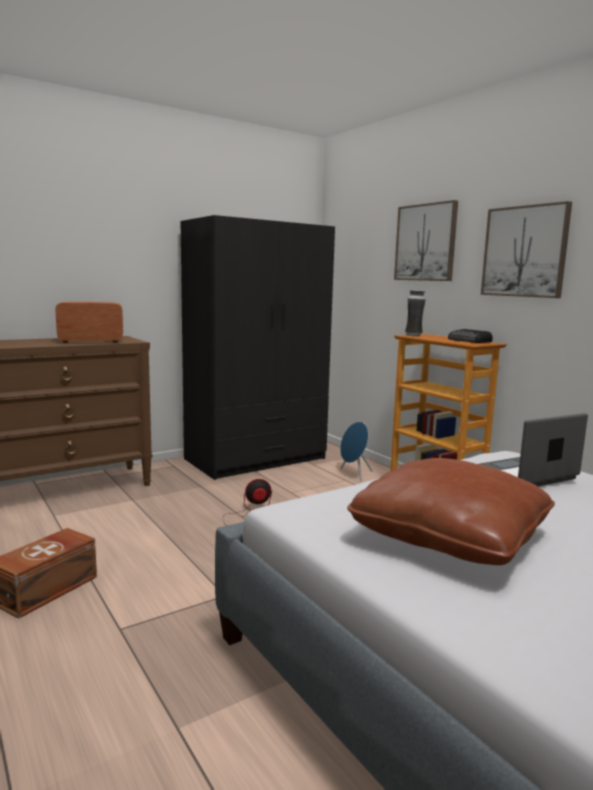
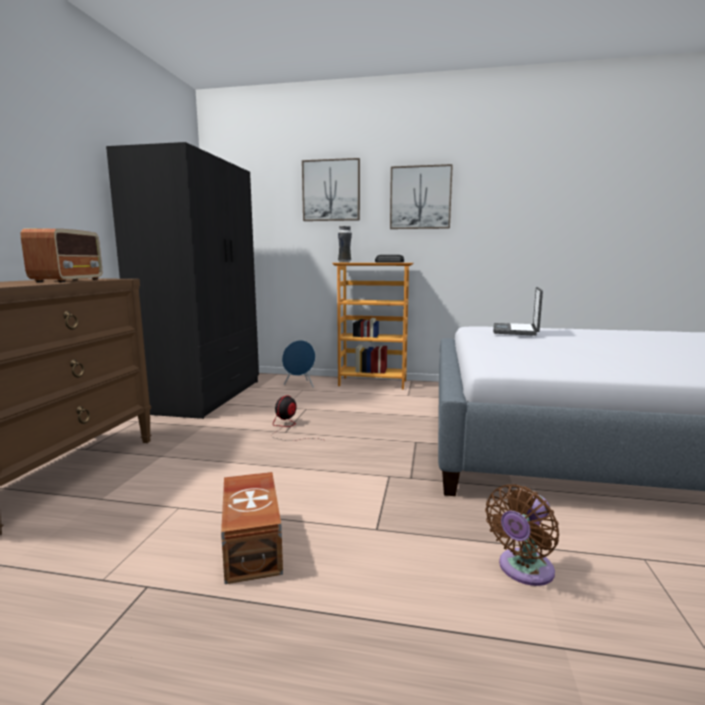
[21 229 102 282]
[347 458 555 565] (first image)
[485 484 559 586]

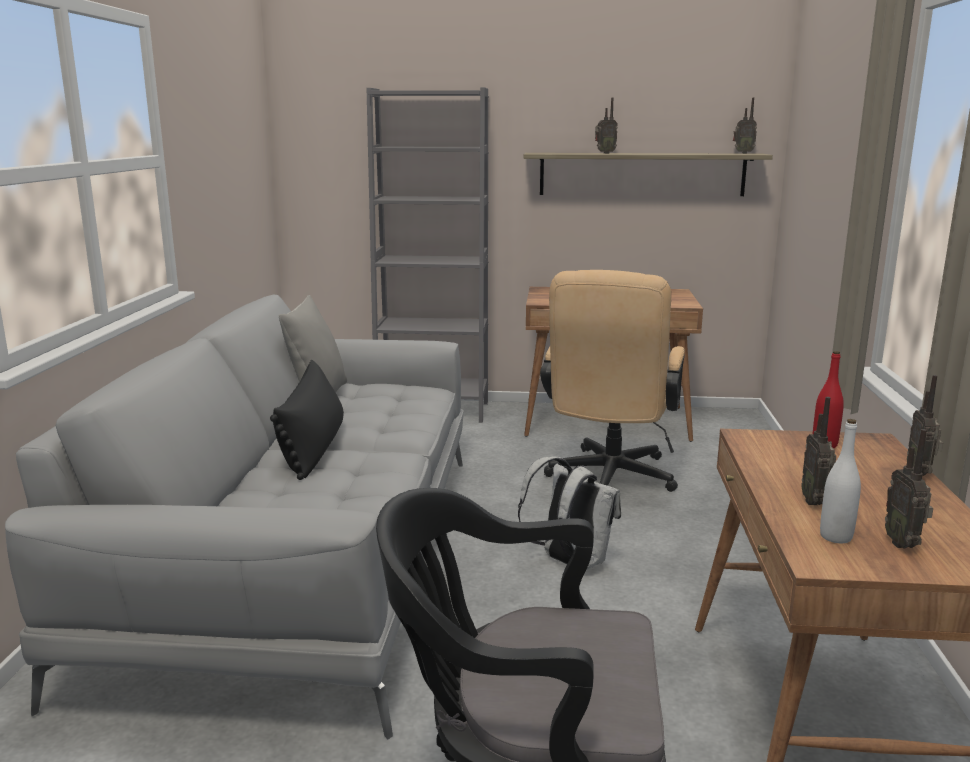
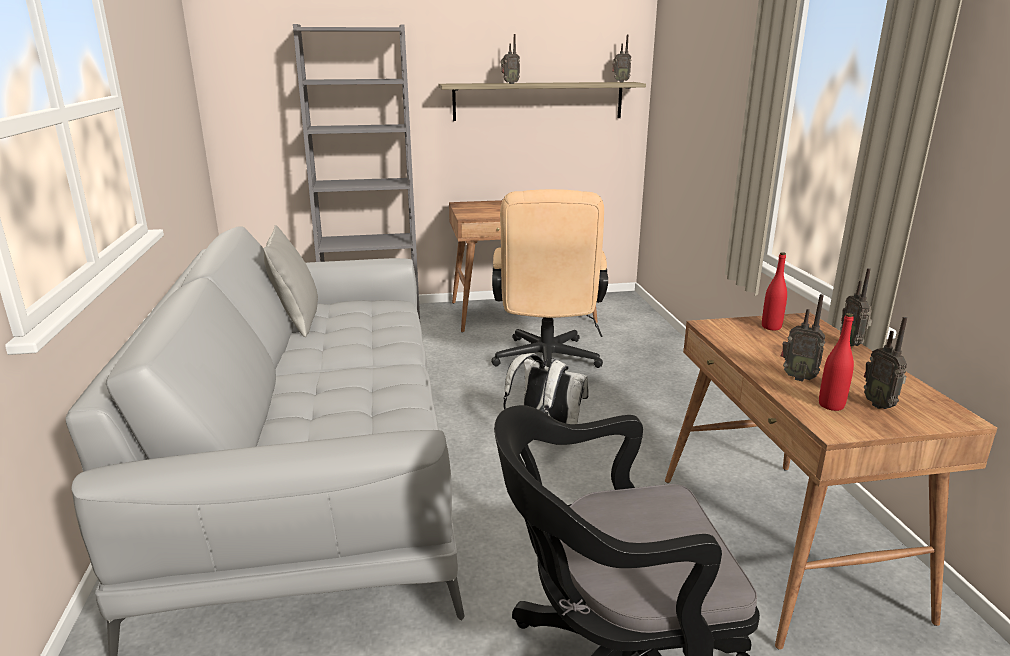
[270 360 344 480] (first image)
[781 294 825 382]
[819 313 854 411]

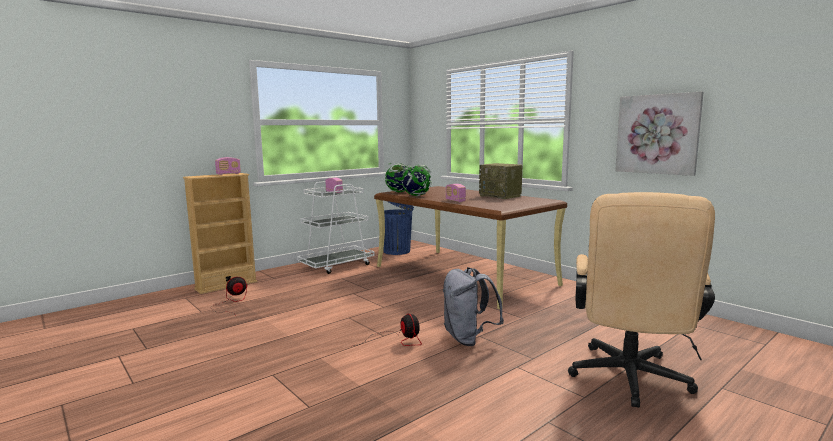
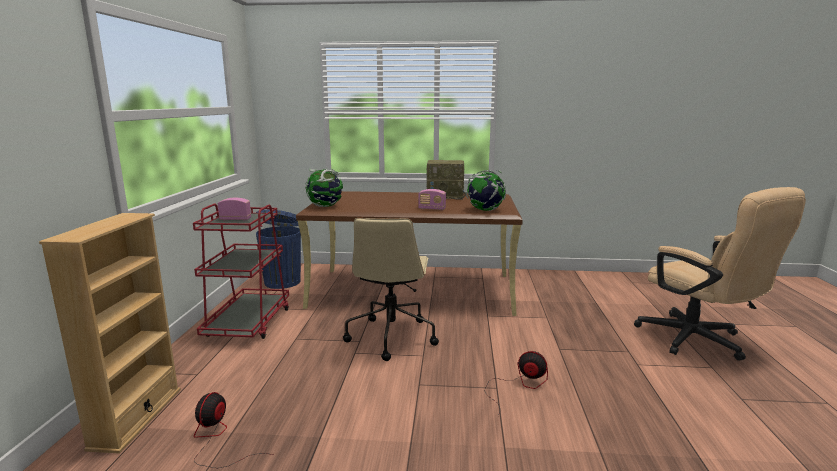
[615 92 704 176] (first image)
[215 157 241 175] (first image)
[465 170 506 211]
[193 203 289 339]
[443 267 504 346] (first image)
[343 218 439 361]

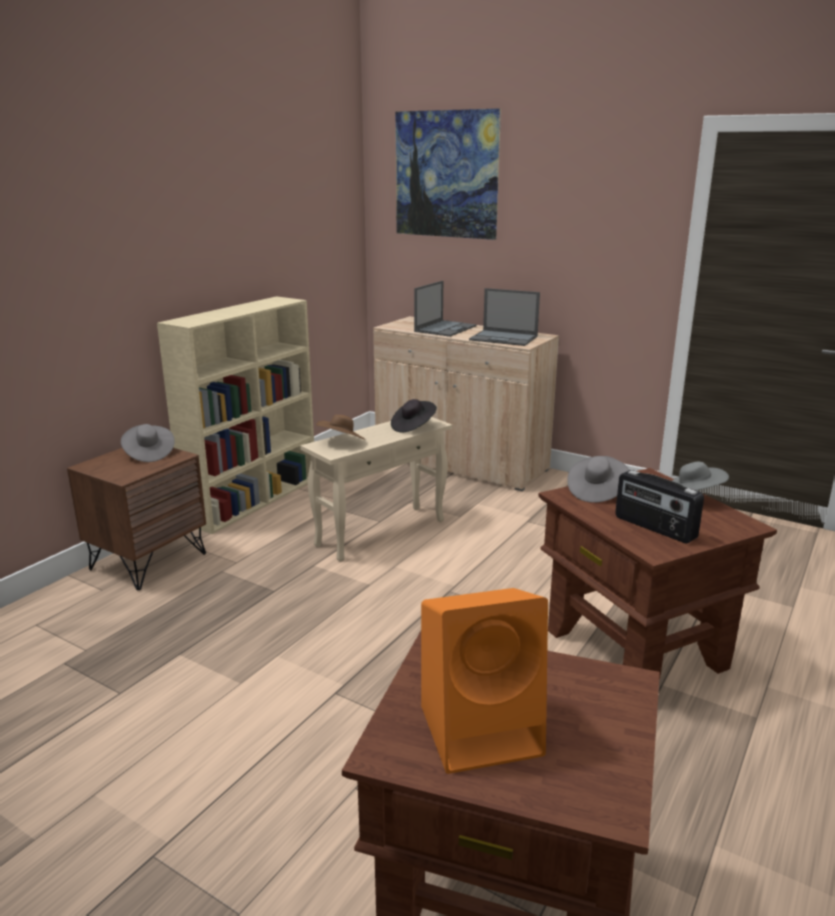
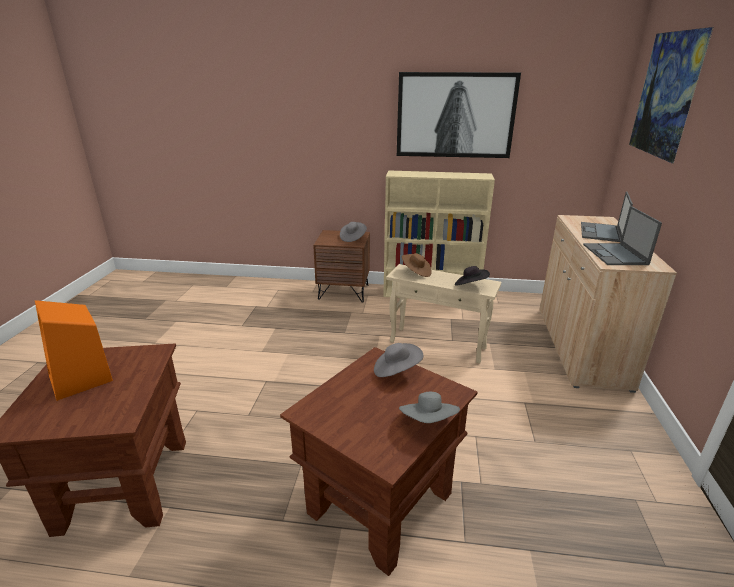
[581 191 633 242]
[615 470 704 544] (first image)
[397 72 521 158]

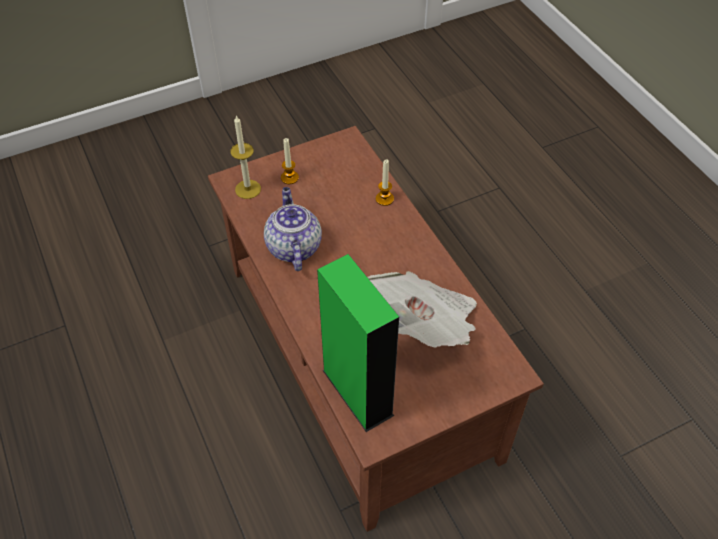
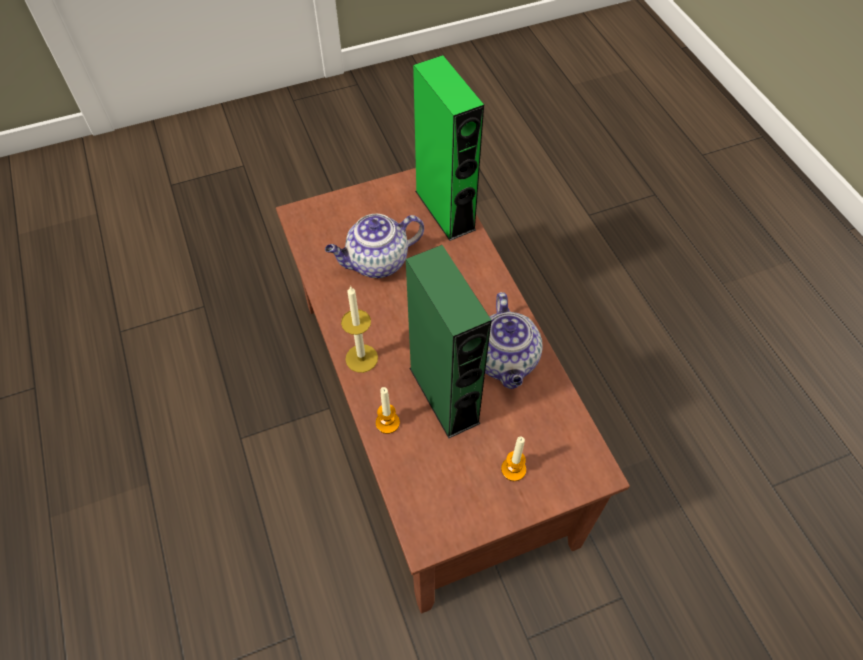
[341 286 378 373]
[325 214 424 278]
[406 245 492 438]

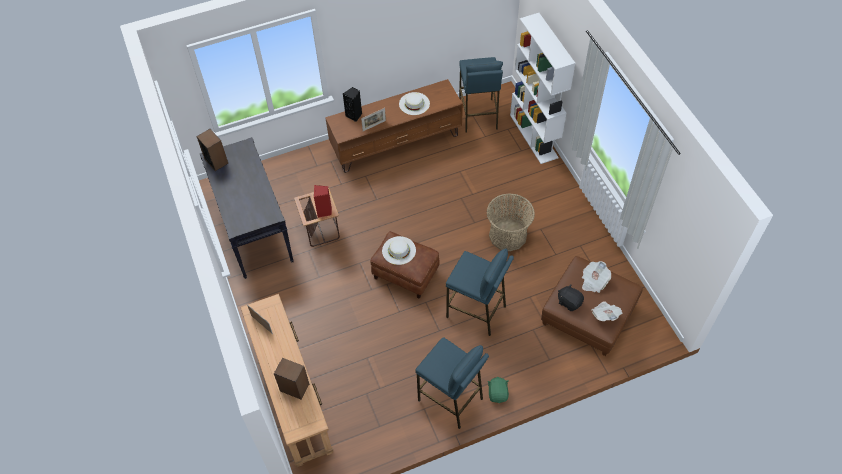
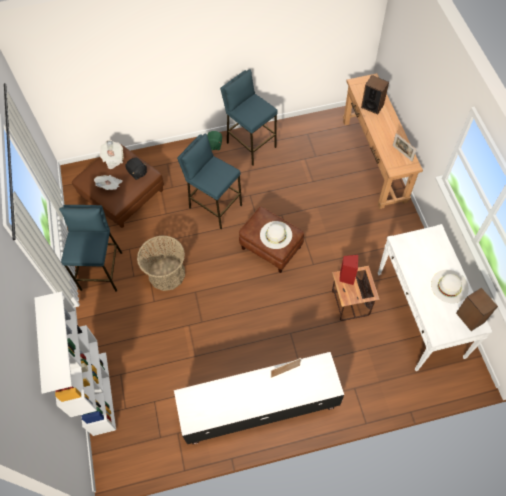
[59 205 122 292]
[174 352 344 444]
[343 87 362 122] (first image)
[431 270 469 303]
[378 224 492 371]

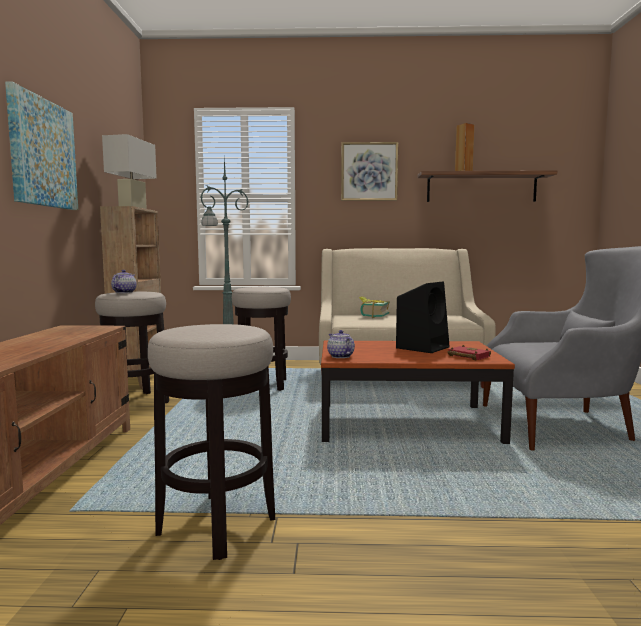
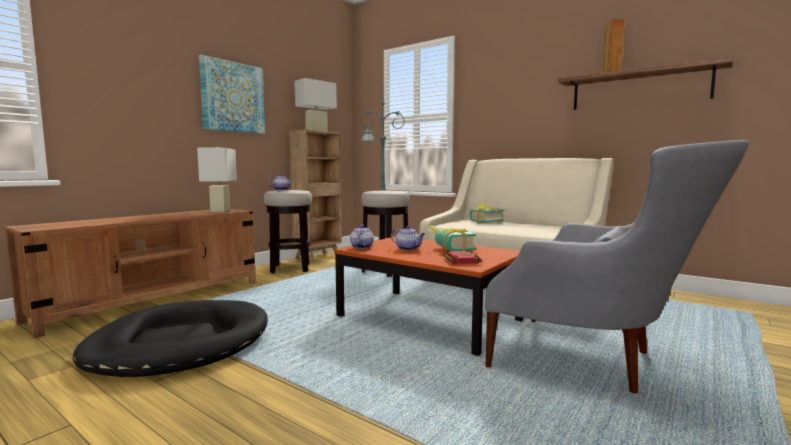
[341 142 398 201] (first image)
[429 225 476 251]
[73 300 268 377]
[197 147 237 212]
[391 226 425 251]

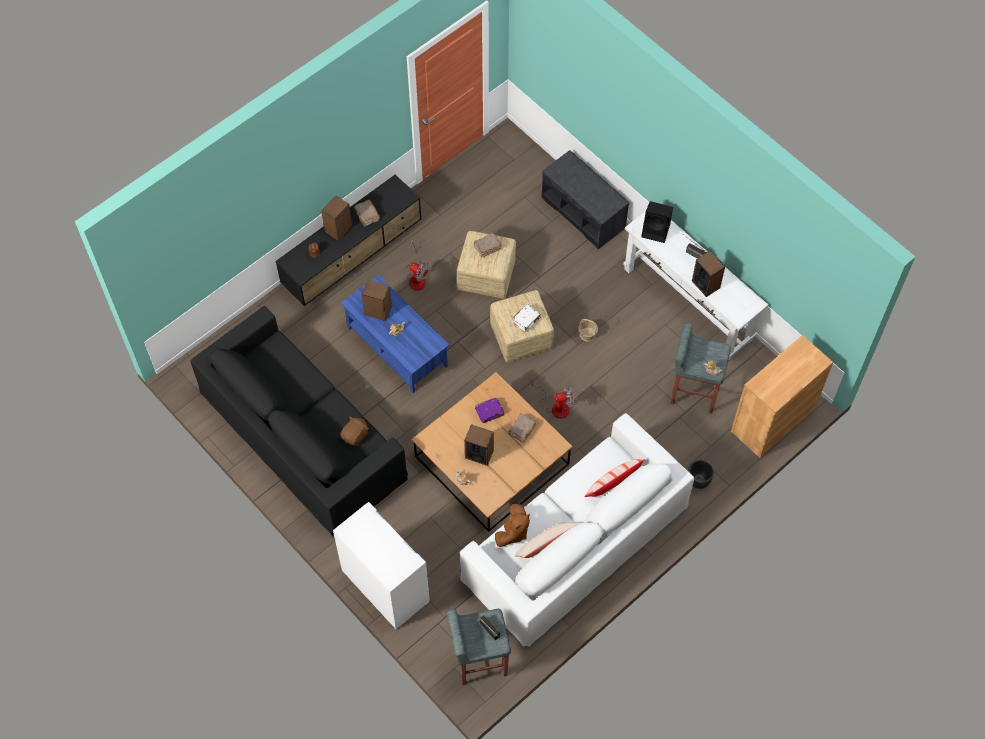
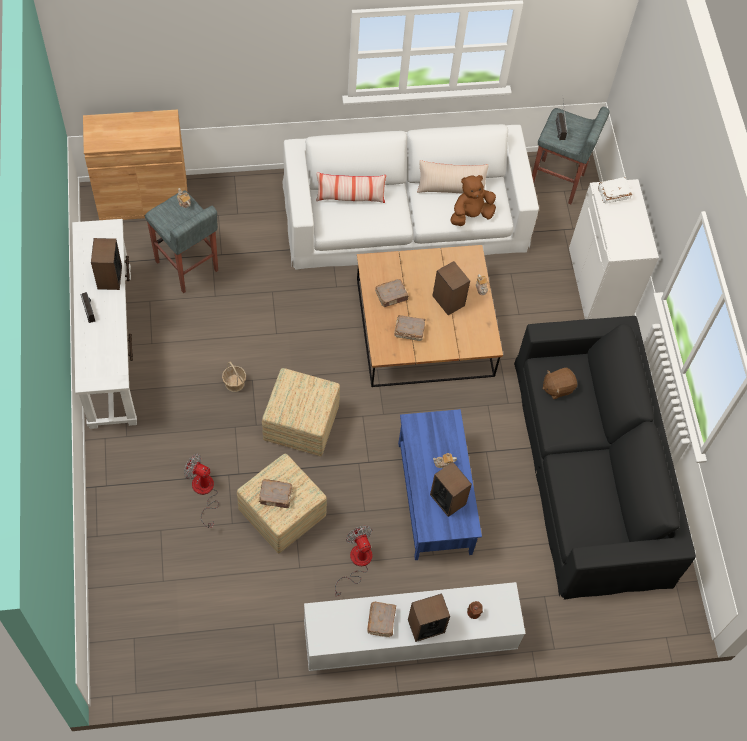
[542 150 629 249] (first image)
[304 582 525 671]
[641 201 673 243] (first image)
[598 177 632 203]
[184 454 219 528]
[394 315 425 341]
[688 460 714 489] (first image)

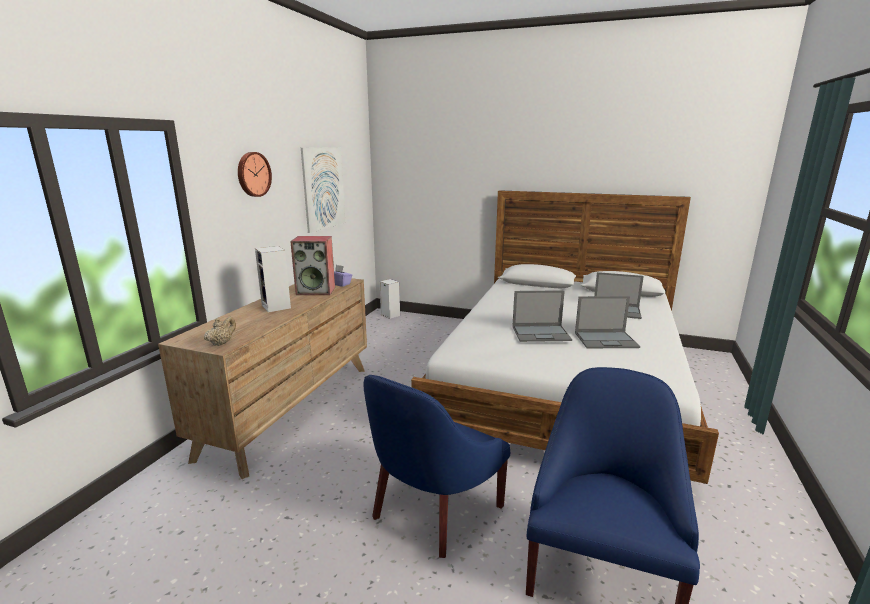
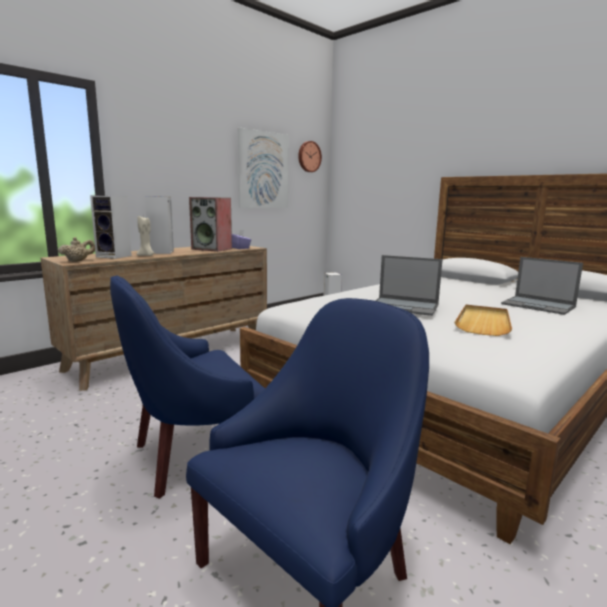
[298 141 322 172]
[454 305 512 336]
[90 195 132 259]
[136 216 155 256]

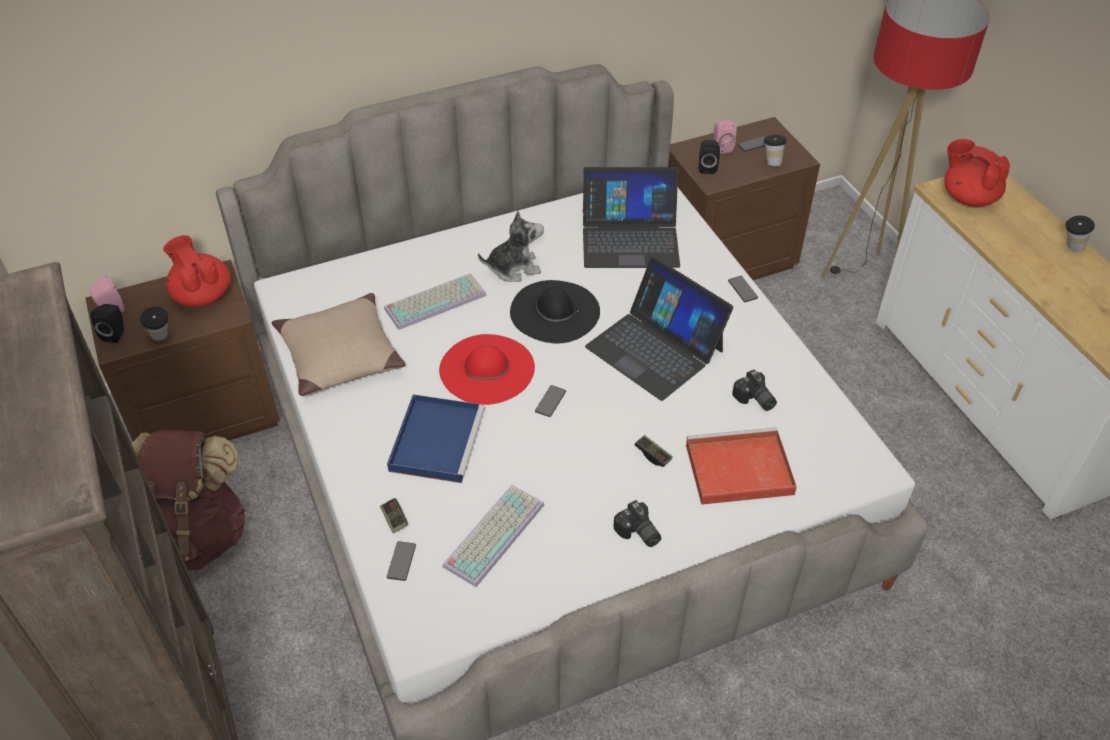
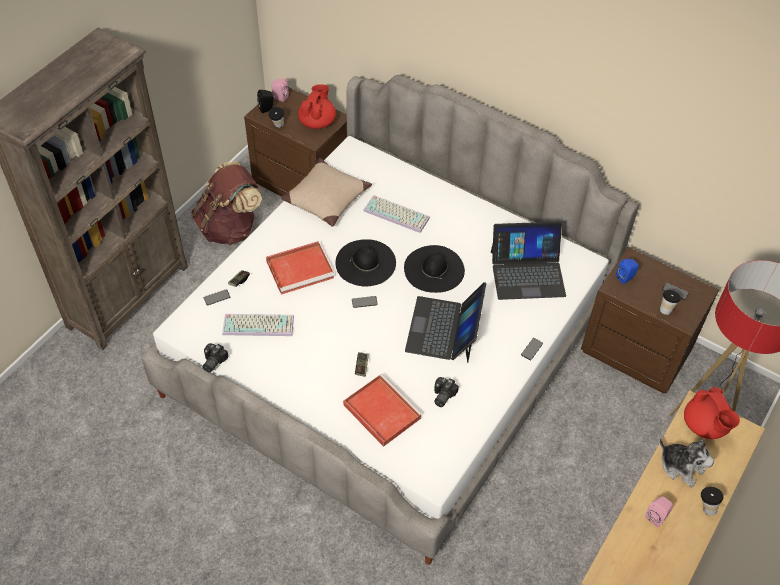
[645 496 673 527]
[684 387 740 439]
[616 259 639 284]
[491 222 566 300]
[659 438 714 487]
[336 239 396 286]
[266 241 334 295]
[203 343 229 373]

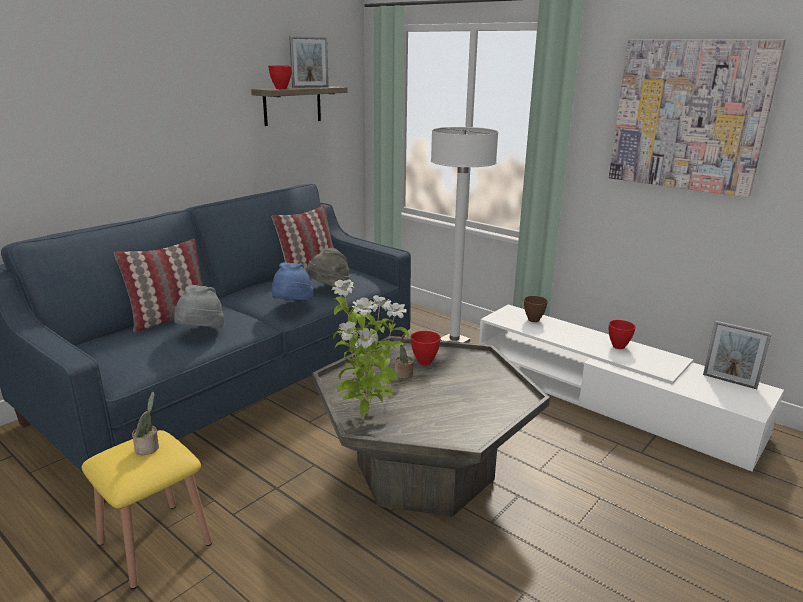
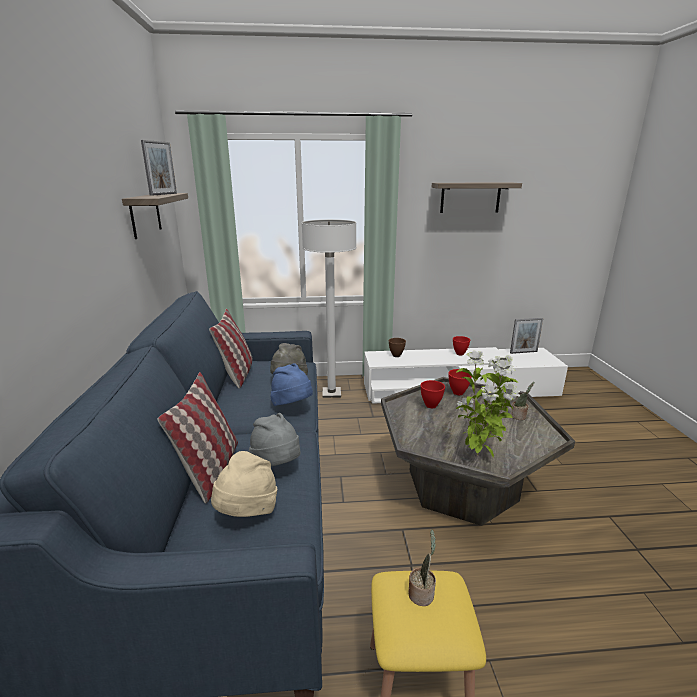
[432 183 522 213]
[448 369 472 395]
[511 382 534 420]
[211 451 277 517]

